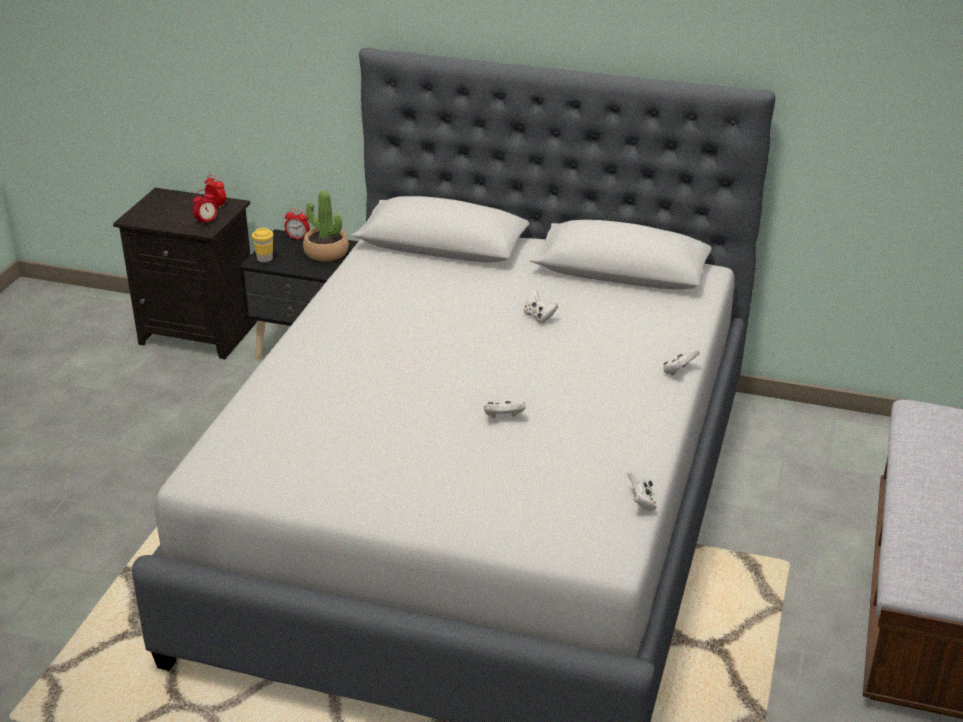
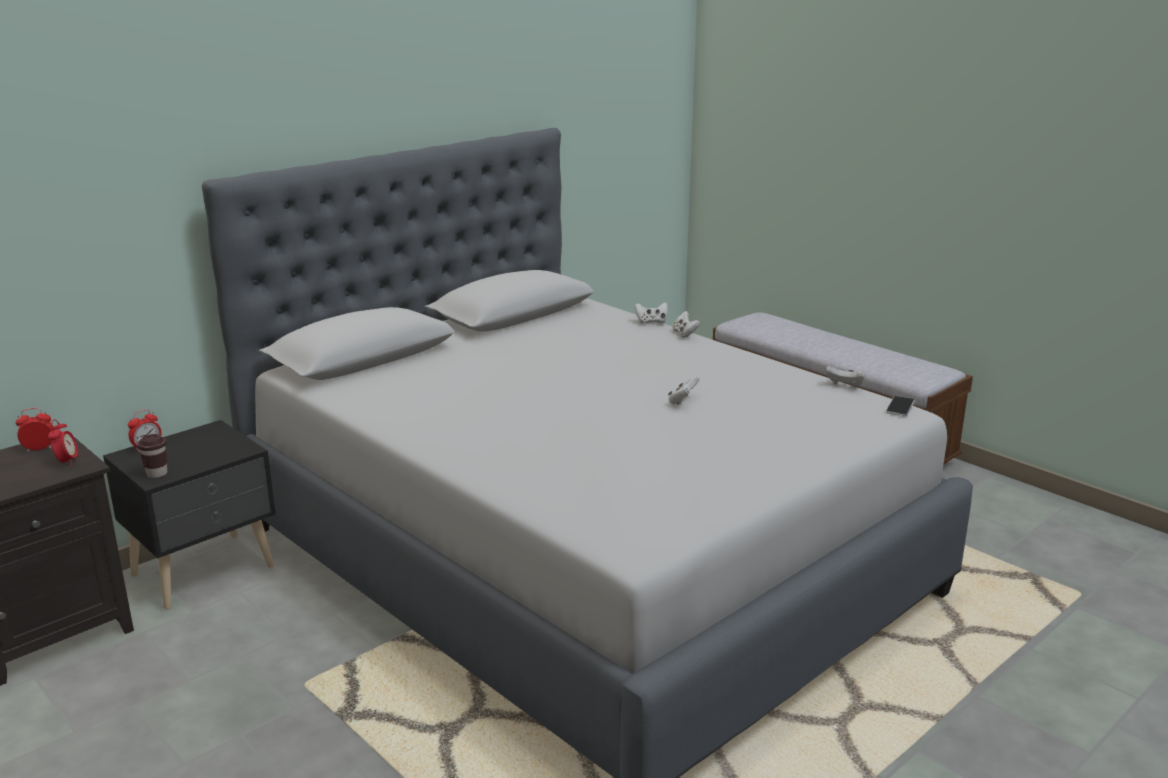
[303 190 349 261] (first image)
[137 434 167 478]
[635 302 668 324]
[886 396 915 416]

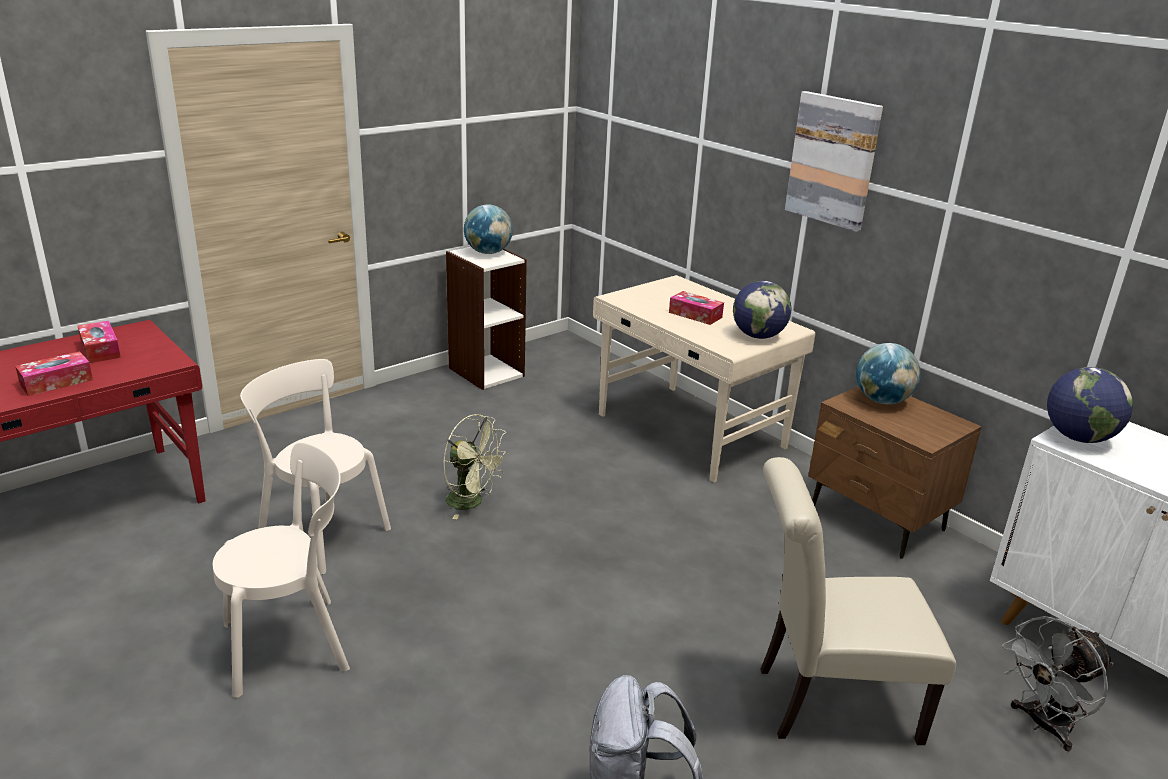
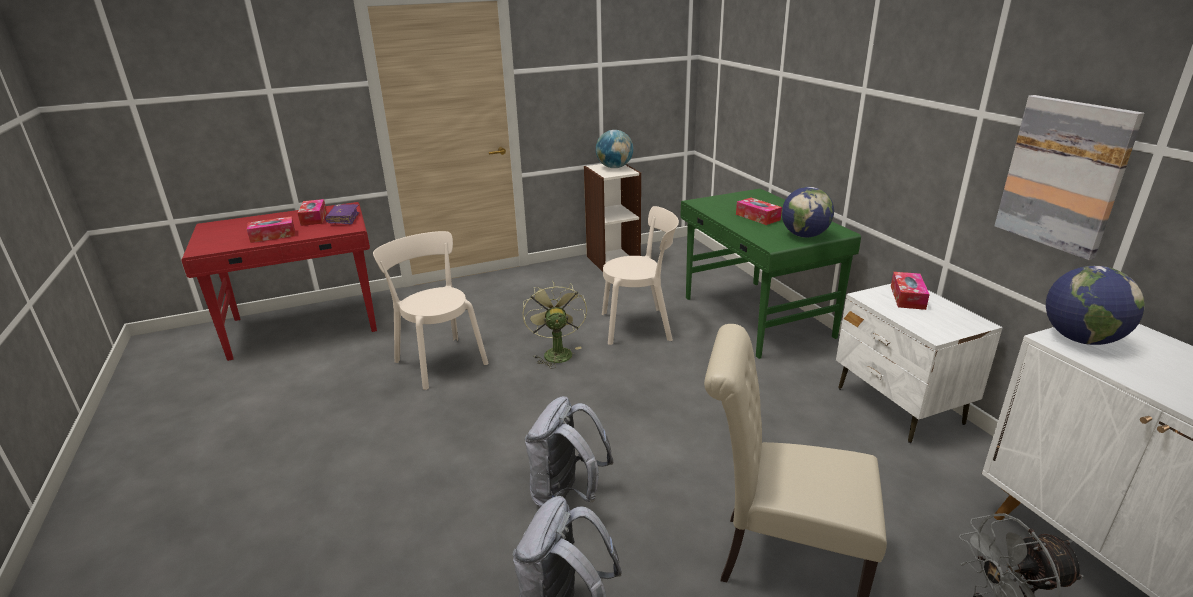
[994 95 1144 260]
[680 188 861 359]
[891 272 930 310]
[836 284 1003 443]
[523 281 587 369]
[602 206 679 345]
[325 204 359 224]
[525 396 614 507]

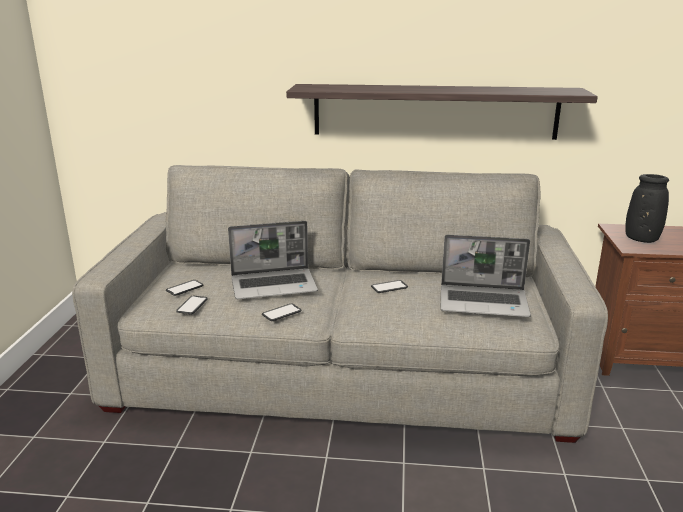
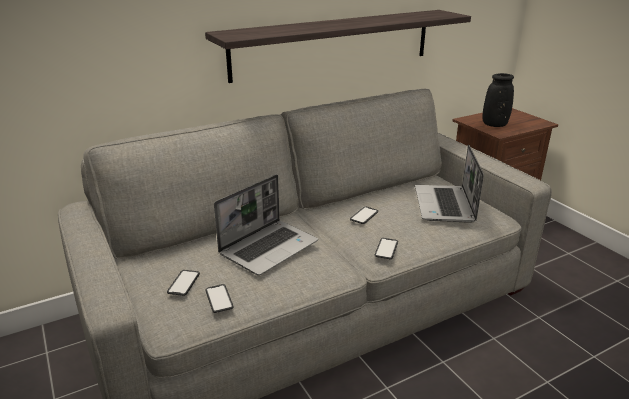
[415 145 484 223]
[375 238 398 259]

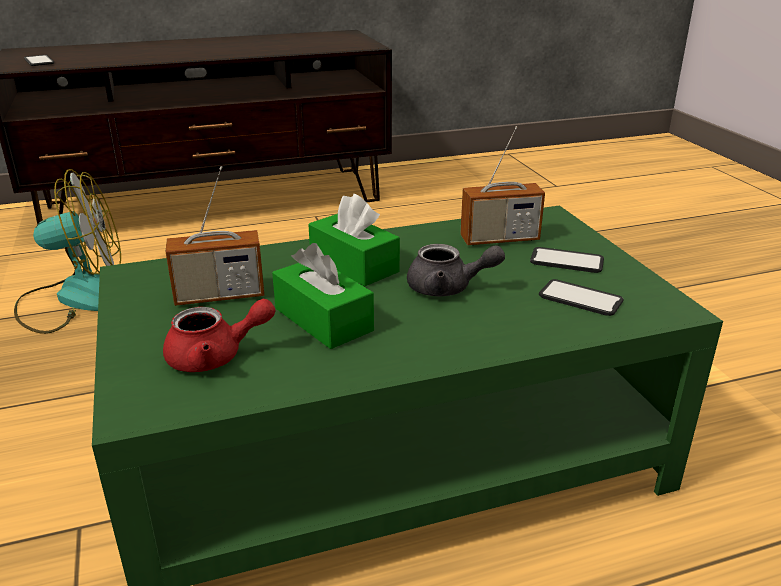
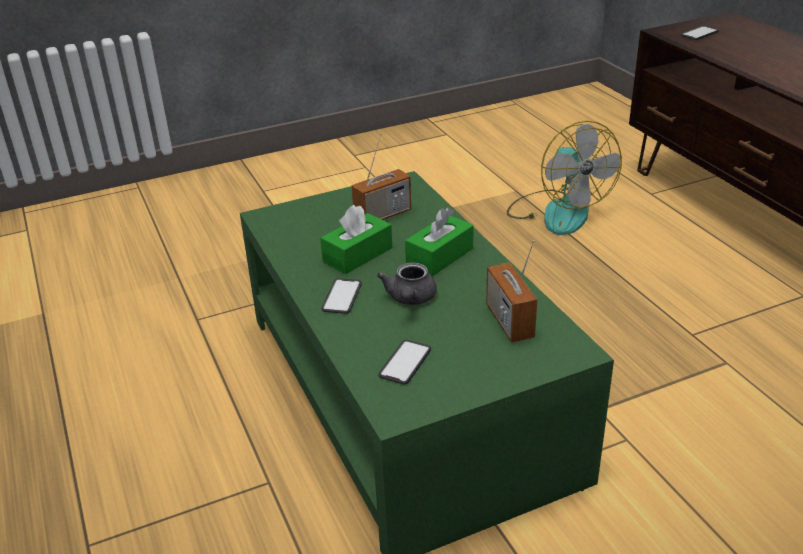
[351 133 411 220]
[321 278 362 314]
[163 299 275 372] (first image)

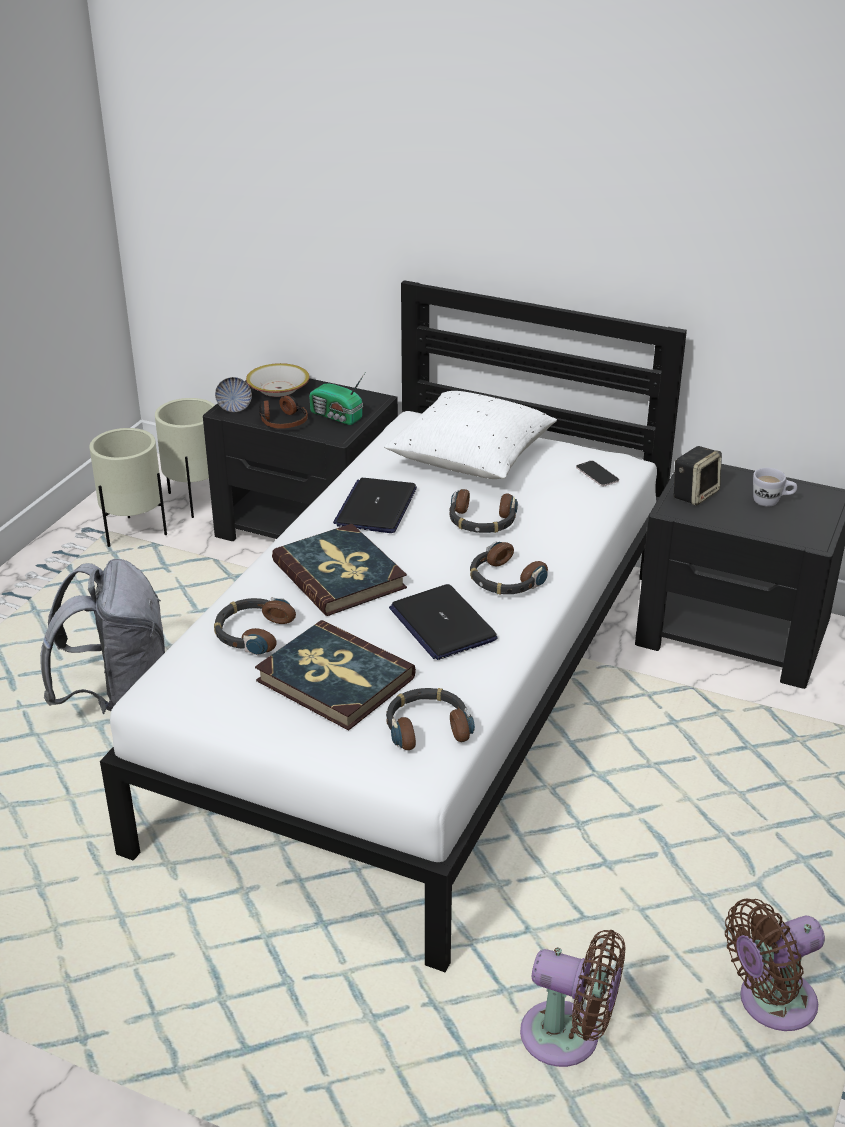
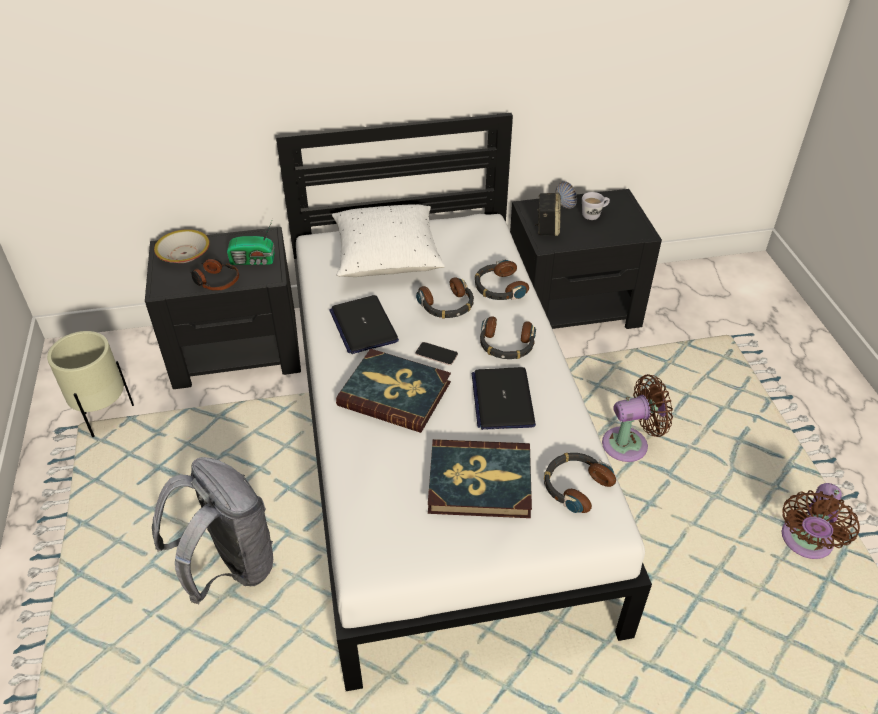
[555 181 577 209]
[155 398 215 518] (first image)
[415 342 458 365]
[472 367 536 430]
[475 259 529 300]
[602 374 673 462]

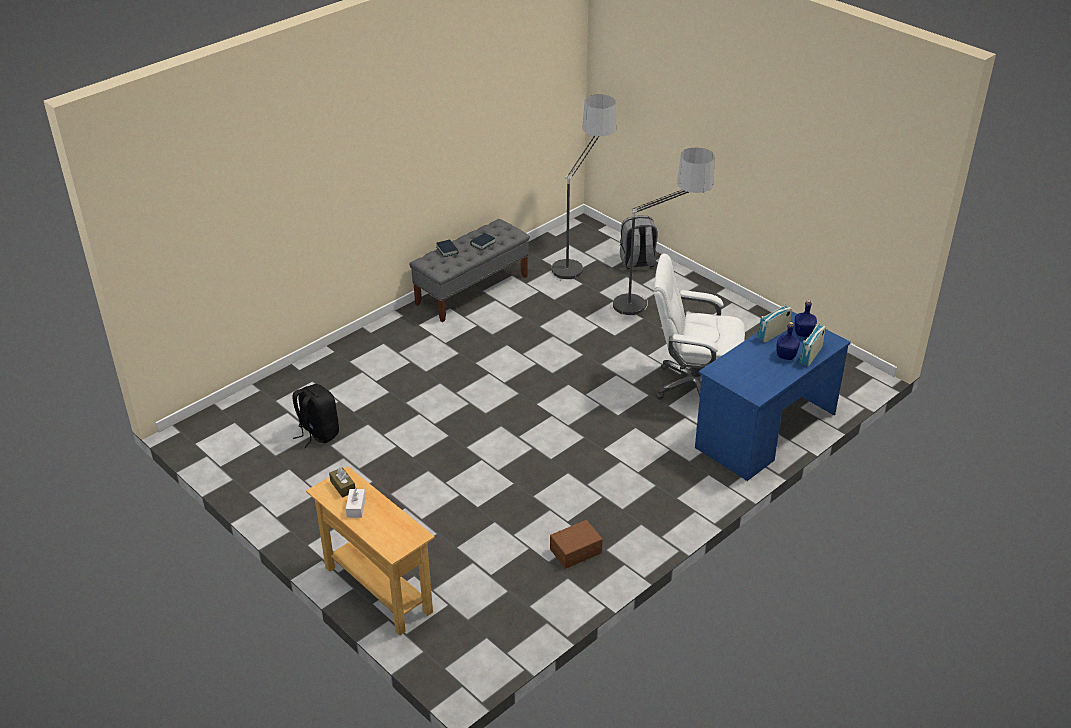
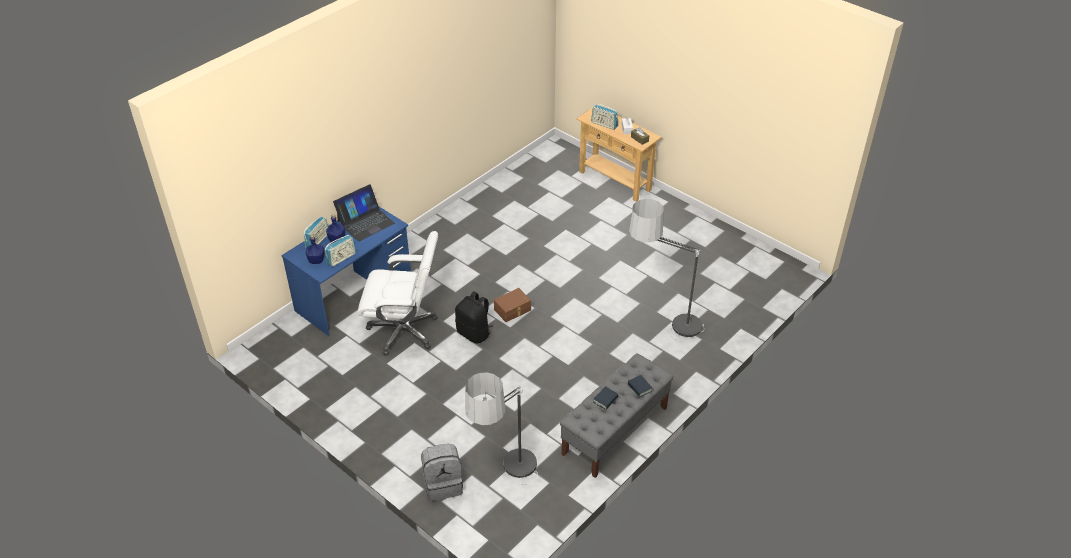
[629 199 704 342]
[455 291 493 344]
[494 288 531 322]
[591 103 618 130]
[333 184 395 241]

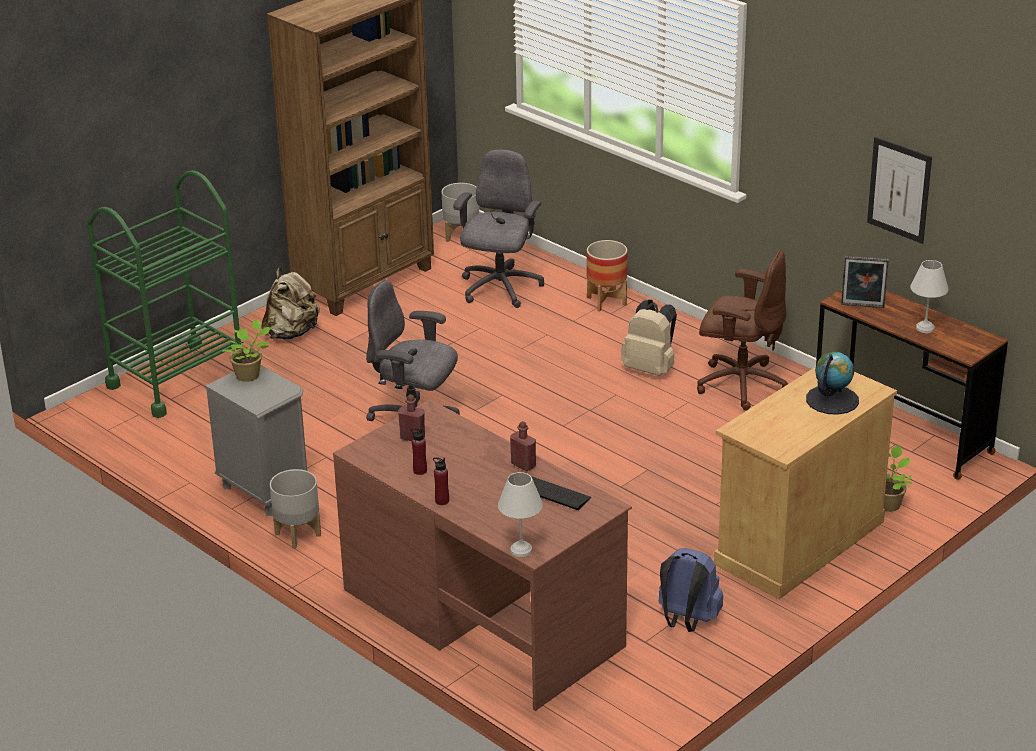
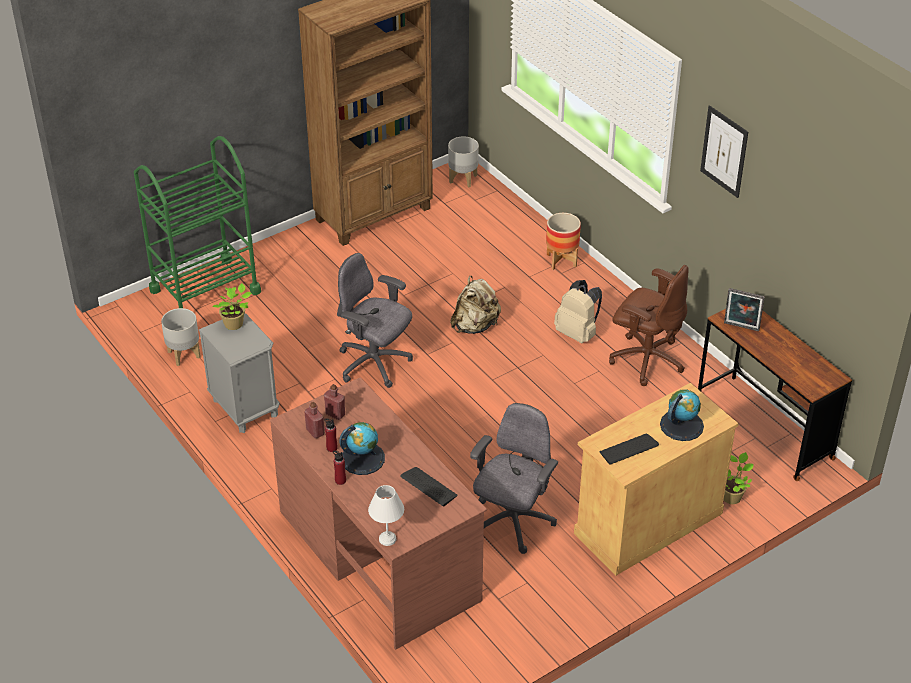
[700 105 748 198]
[470 403 558 554]
[910 260 949 333] (first image)
[450 276 501 334]
[305 402 325 438]
[161 308 201 366]
[659 548 723 632] (first image)
[340 422 385 475]
[599 434 659 465]

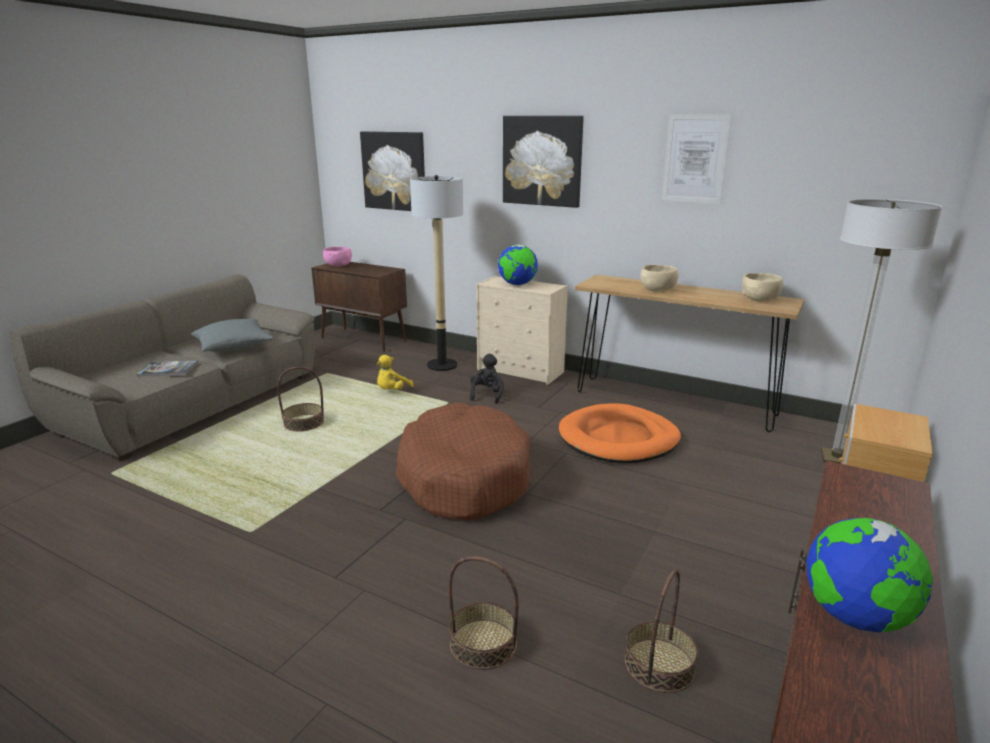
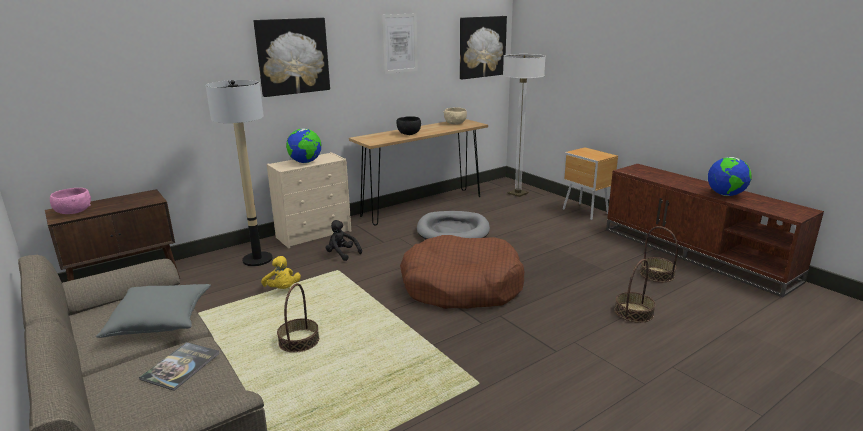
[460 16 507 79]
[396 116 421 135]
[417 211 490 239]

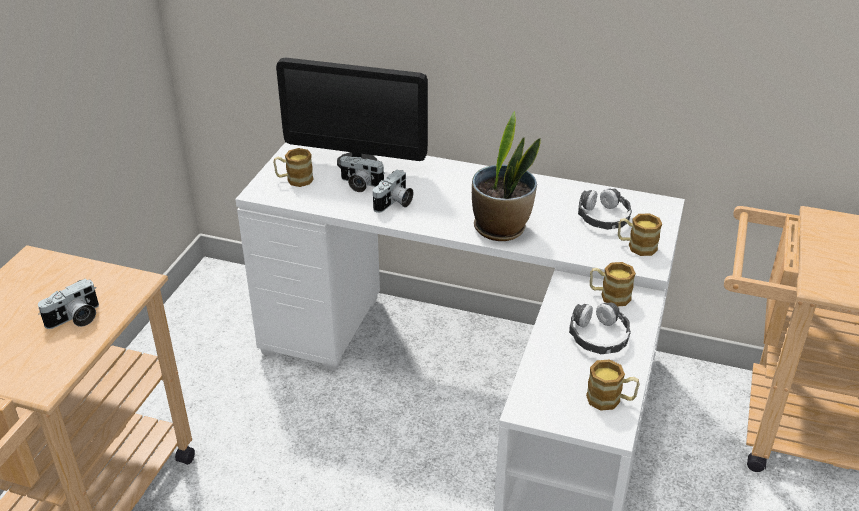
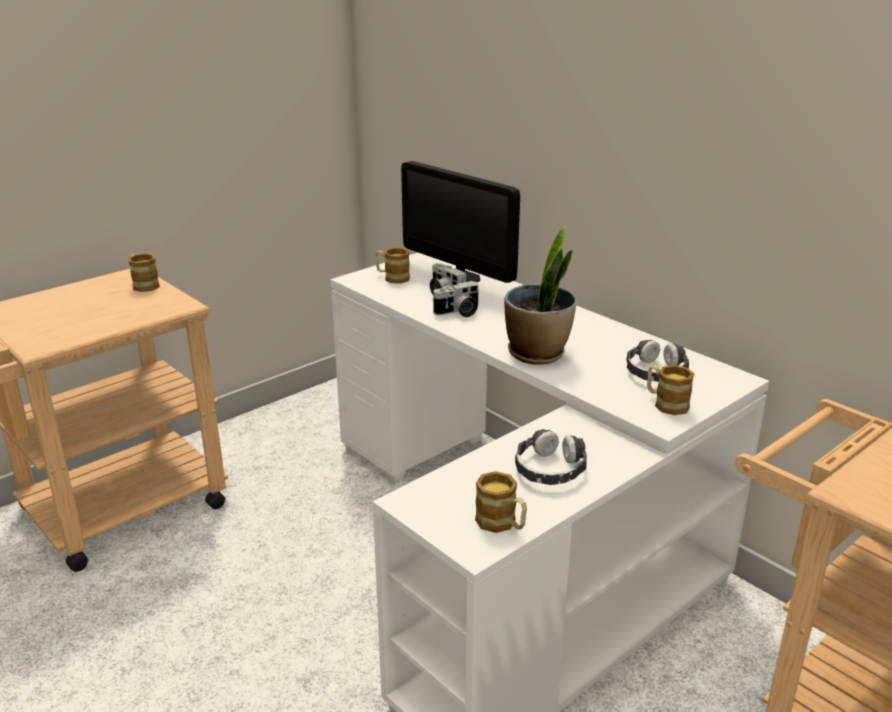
[128 253 160 292]
[38 279 99 329] (first image)

